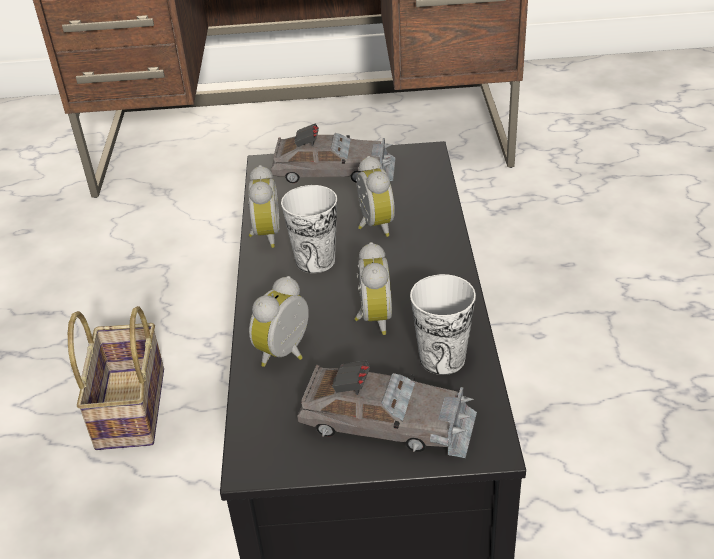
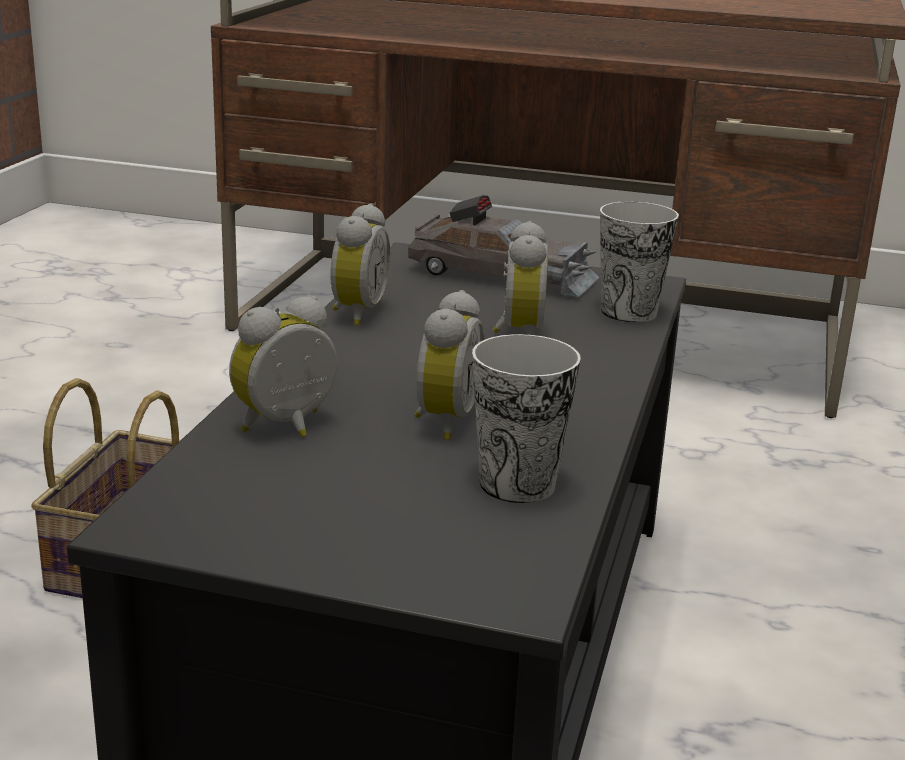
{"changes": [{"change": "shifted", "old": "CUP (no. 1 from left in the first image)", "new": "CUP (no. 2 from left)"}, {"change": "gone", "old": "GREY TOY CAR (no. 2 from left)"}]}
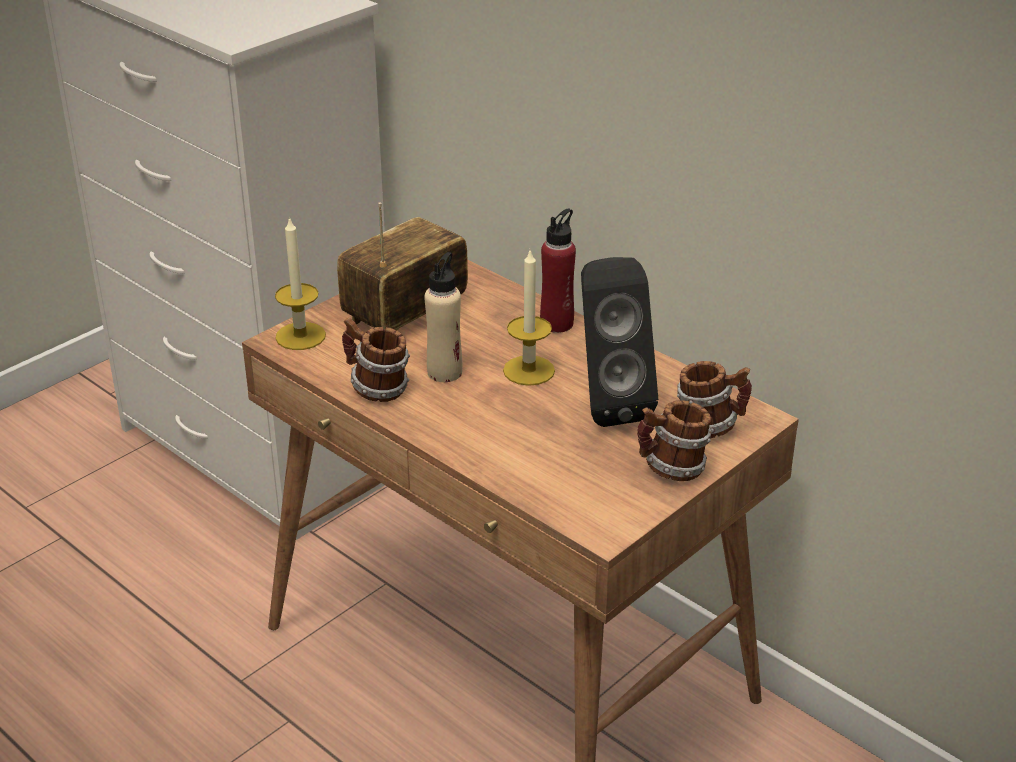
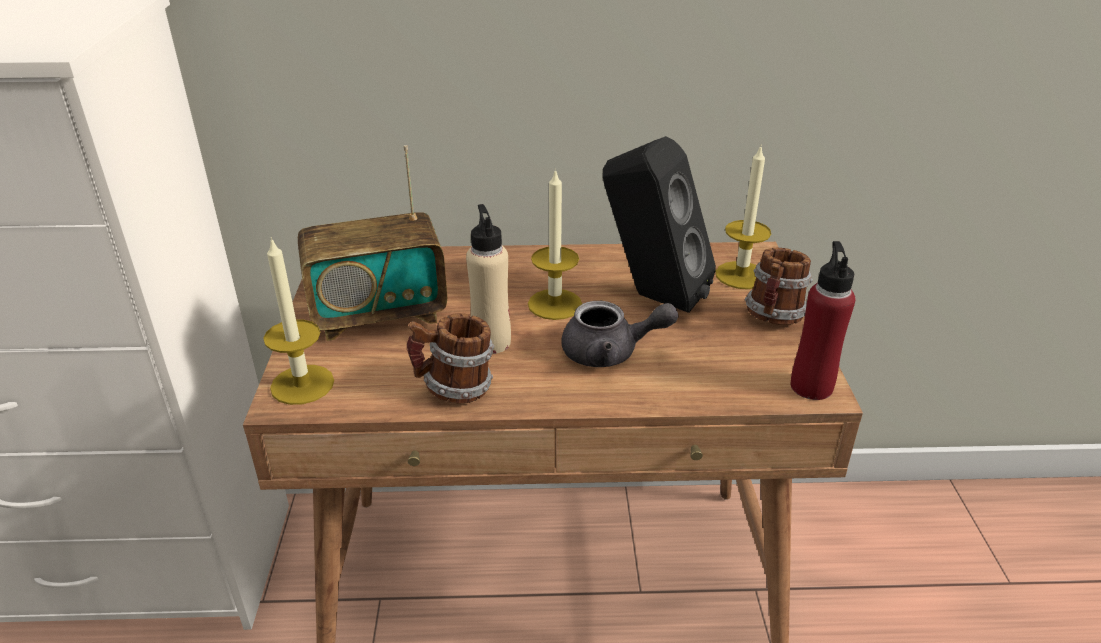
{"changes": [{"change": "rotated", "old": "RADIO", "degrees": -105}, {"change": "shifted", "old": "RED BOTTLE"}, {"change": "swapped", "old": "MUG (no. 3 from left)", "new": "CANDLE (no. 3 from left)"}, {"change": "new", "new": "GREY TEAPOT"}]}
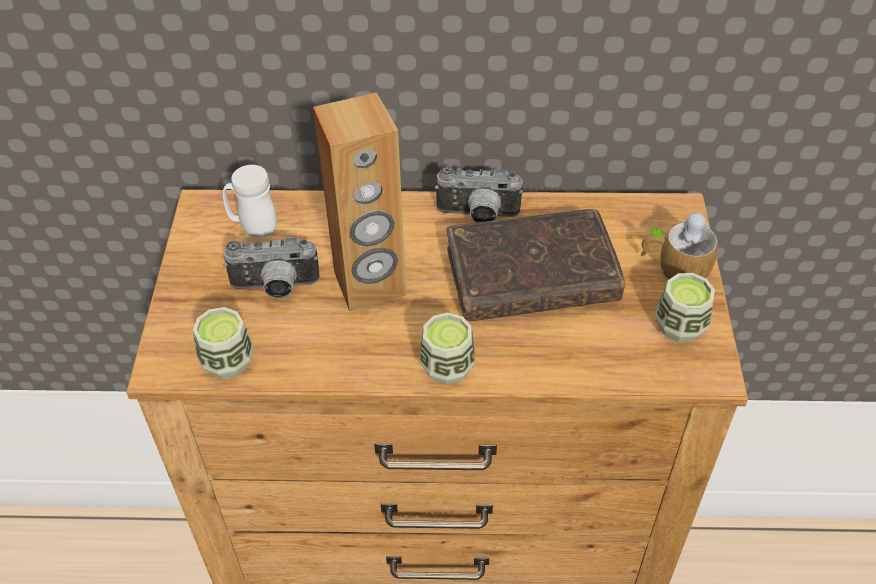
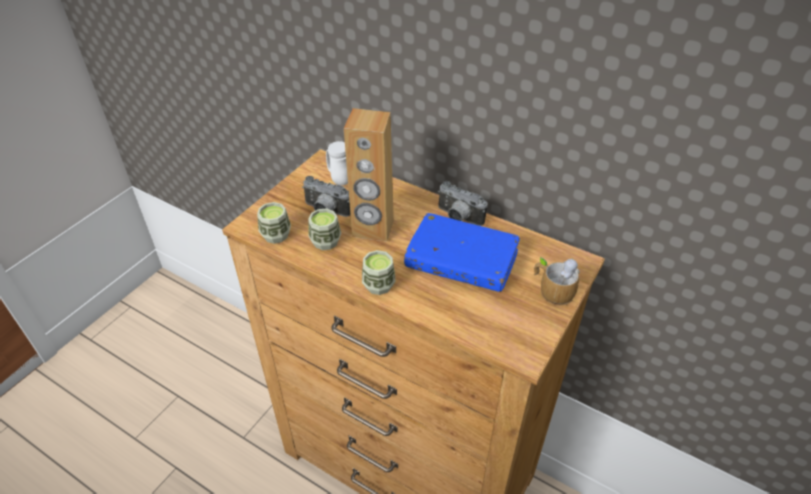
{"changes": [{"change": "repainted", "old": "BROWN BOOK", "new": "BLUE BOOK"}, {"change": "shifted", "old": "CUP (no. 3 from left in the first image)", "new": "CUP (no. 2 from left)"}]}
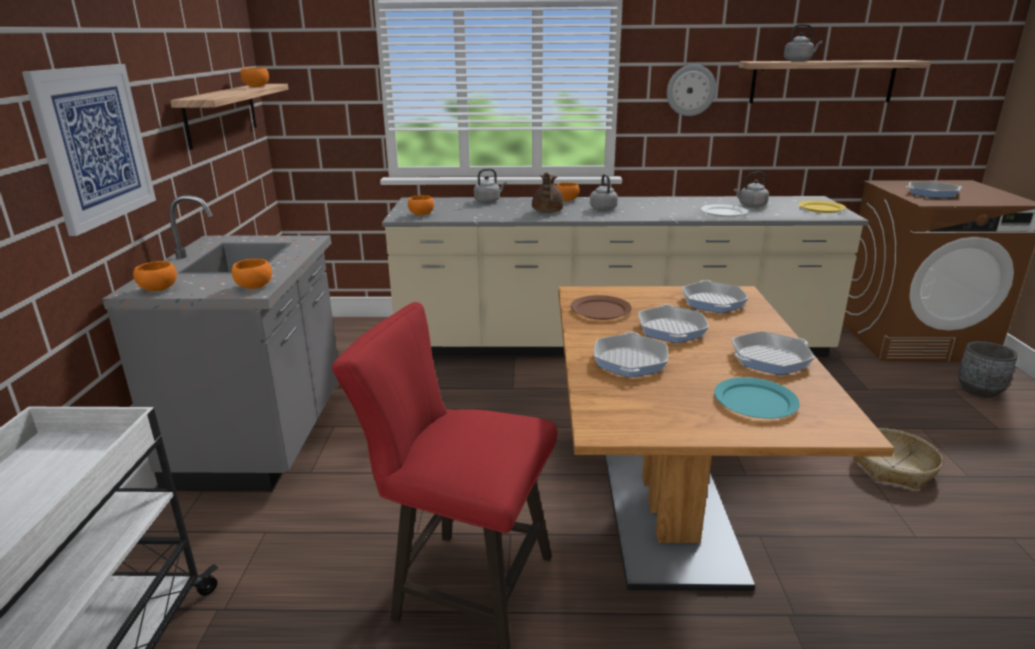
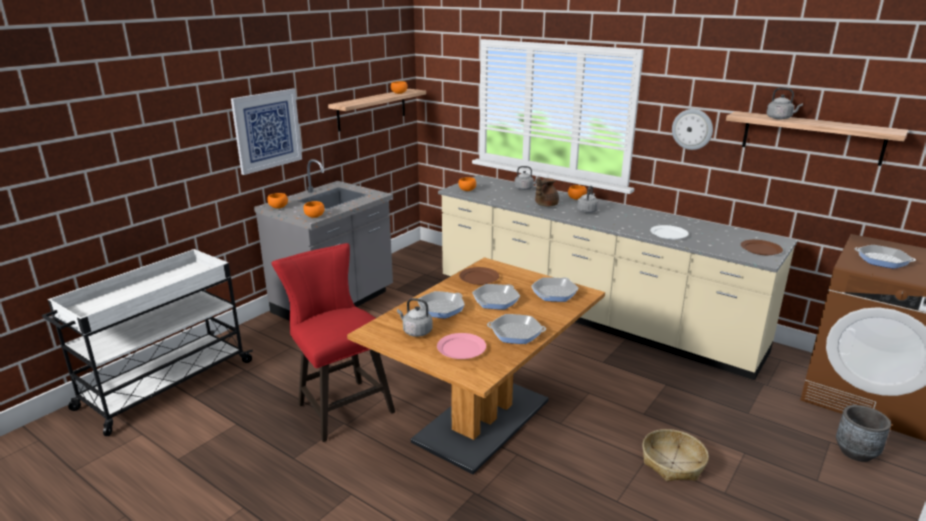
{"changes": [{"change": "repainted", "old": "TURQUOISE PLATE", "new": "PINK PLATE"}, {"change": "shifted", "old": "GREY KETTLE (no. 3 from left in the first image)", "new": "GREY KETTLE (no. 1 from left)"}, {"change": "repainted", "old": "YELLOW PLATE", "new": "BROWN PLATE (no. 2 from left)"}]}
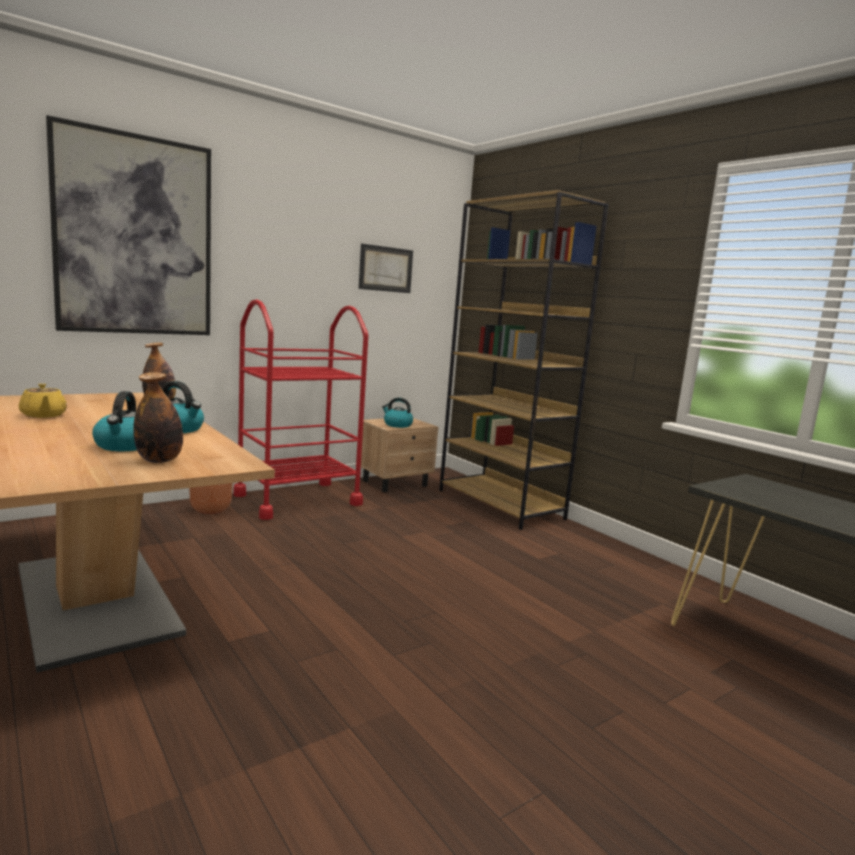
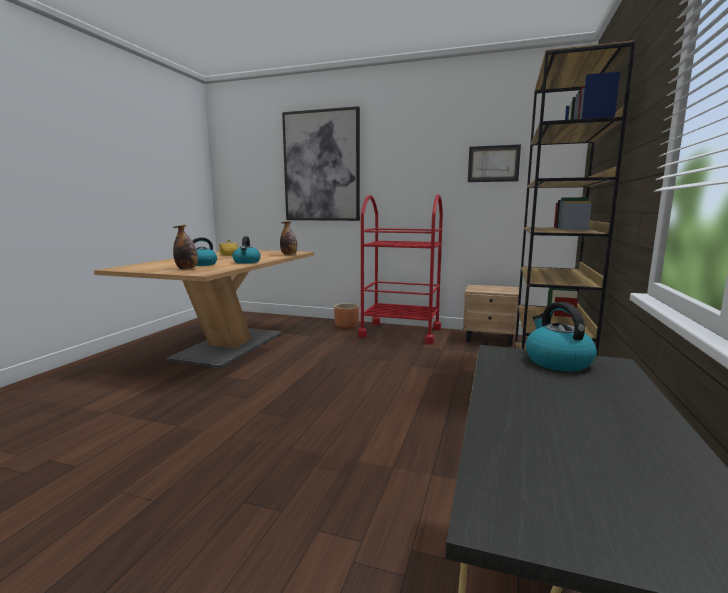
{"changes": [{"change": "shifted", "old": "KETTLE (no. 3 from left)"}]}
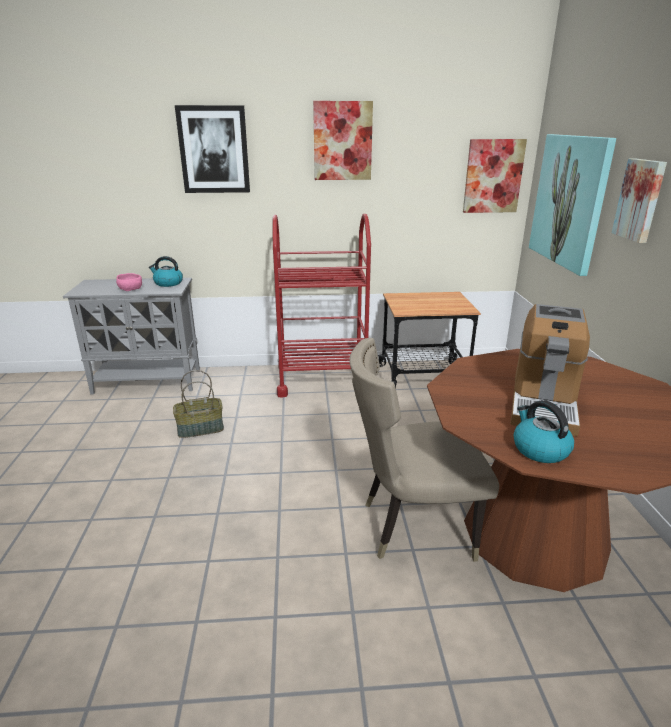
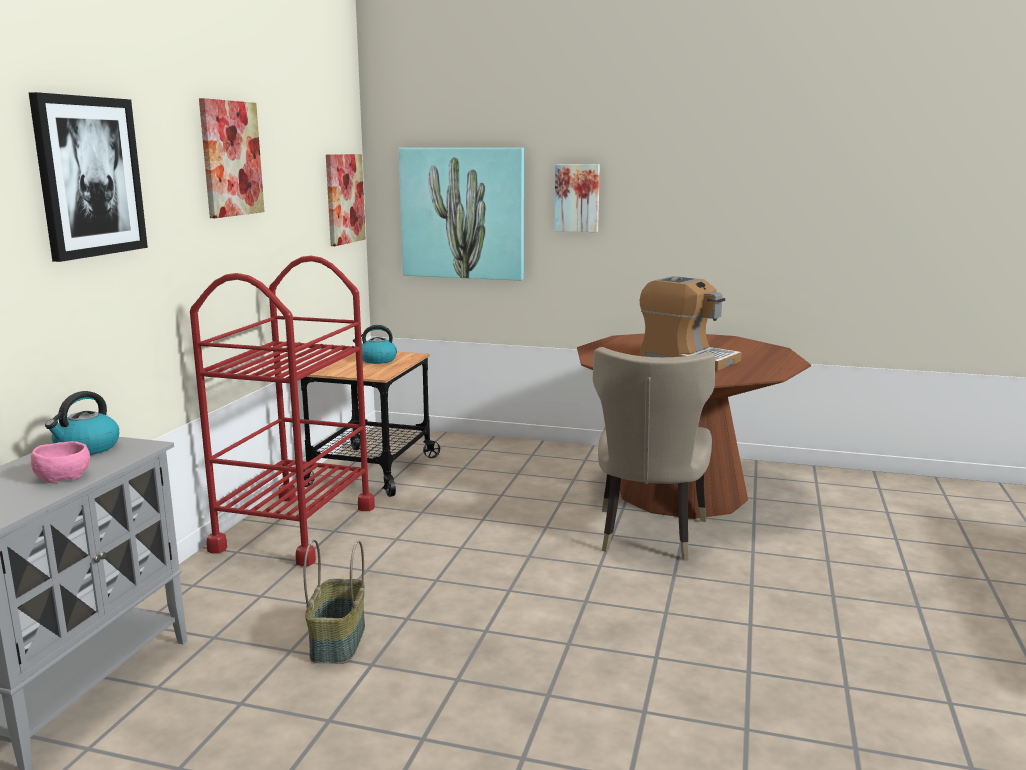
{"changes": [{"change": "shifted", "old": "KETTLE (no. 2 from left)"}]}
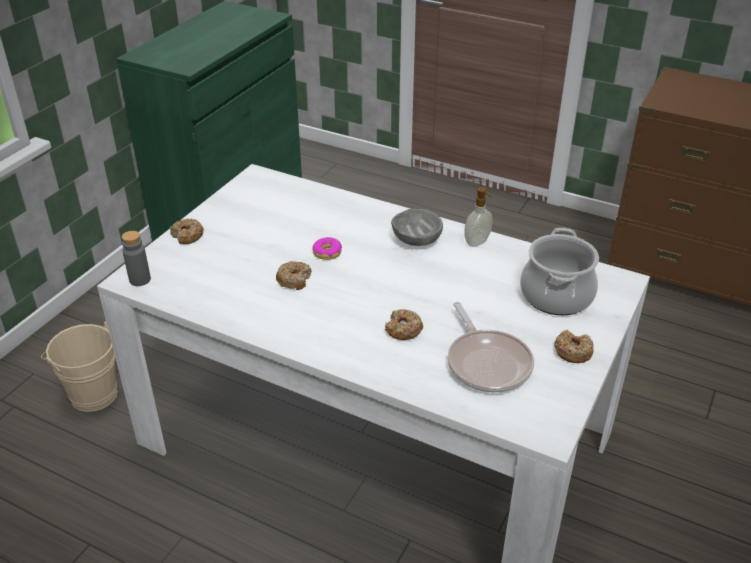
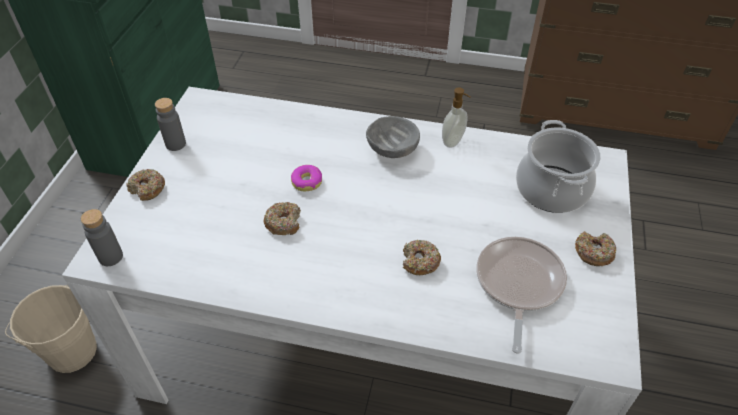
{"changes": [{"change": "rotated", "old": "FRYING PAN", "degrees": -135}, {"change": "new", "new": "GREY BOTTLE (no. 2 from left)"}]}
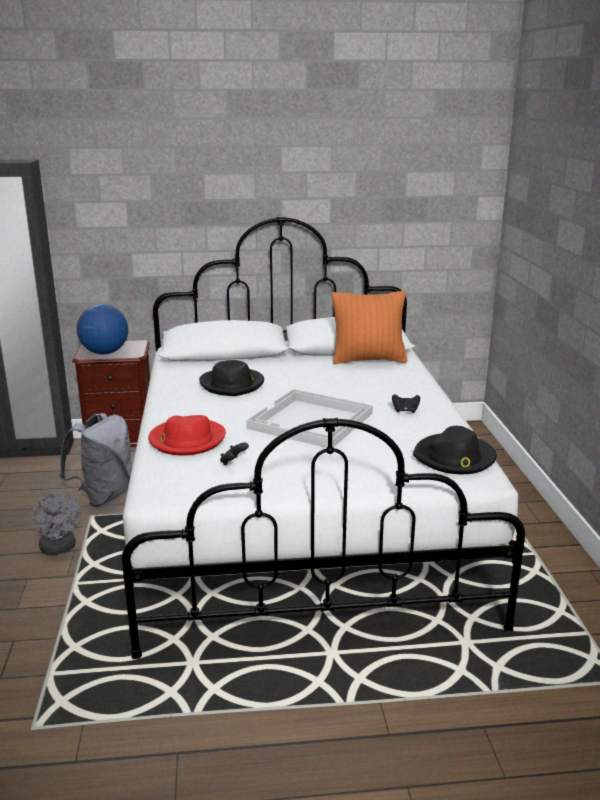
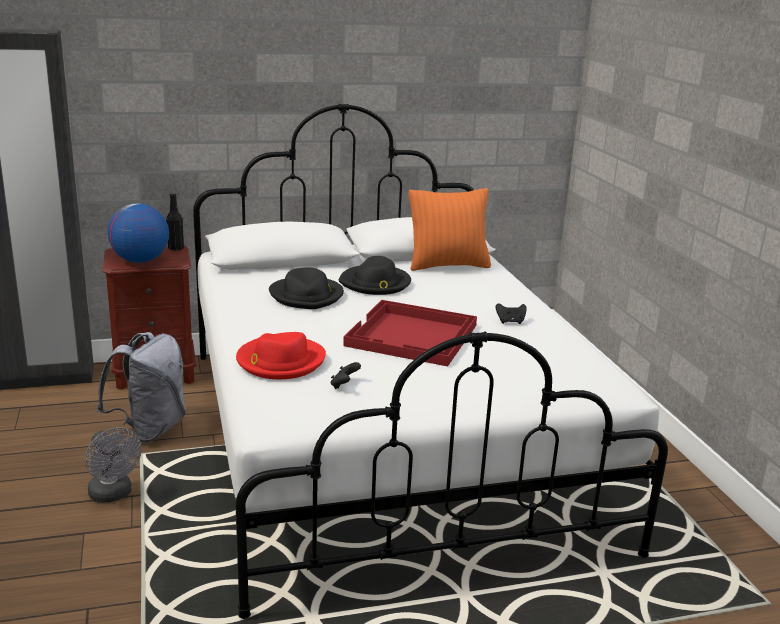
{"changes": [{"change": "repainted", "old": "WHITE TRAY", "new": "RED TRAY"}, {"change": "shifted", "old": "BLACK HAT (no. 2 from left)"}, {"change": "new", "new": "BLACK BOTTLE"}]}
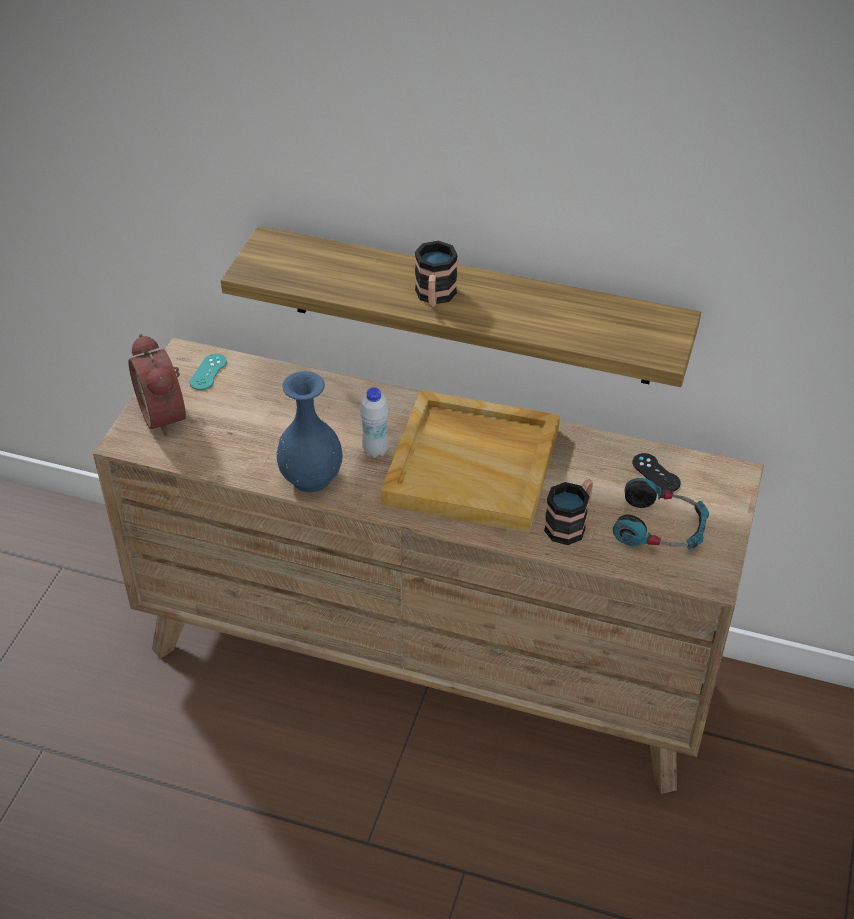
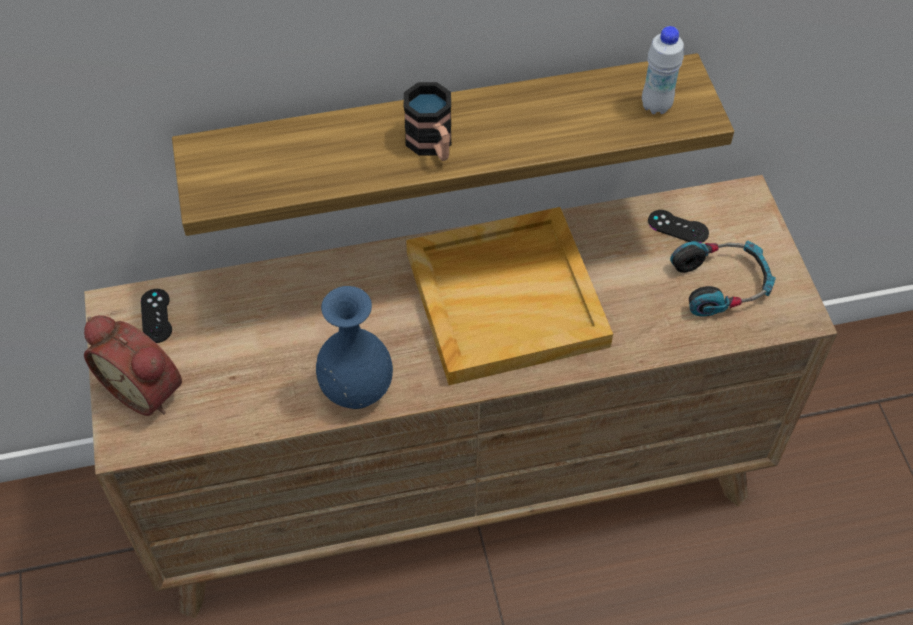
{"changes": [{"change": "repainted", "old": "TURQUOISE GAME CONTROLLER", "new": "BLACK GAME CONTROLLER (no. 1 from left)"}, {"change": "shifted", "old": "WHITE BOTTLE"}, {"change": "gone", "old": "MUG (no. 2 from left)"}]}
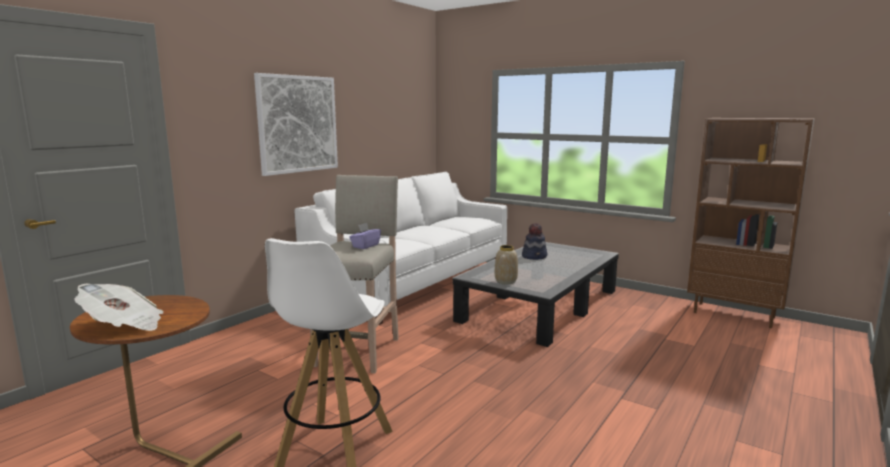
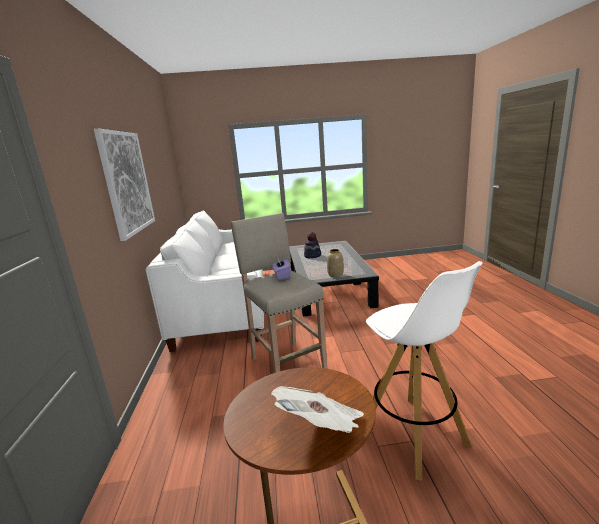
{"changes": [{"change": "gone", "old": "BROWN BOOKCASE"}]}
